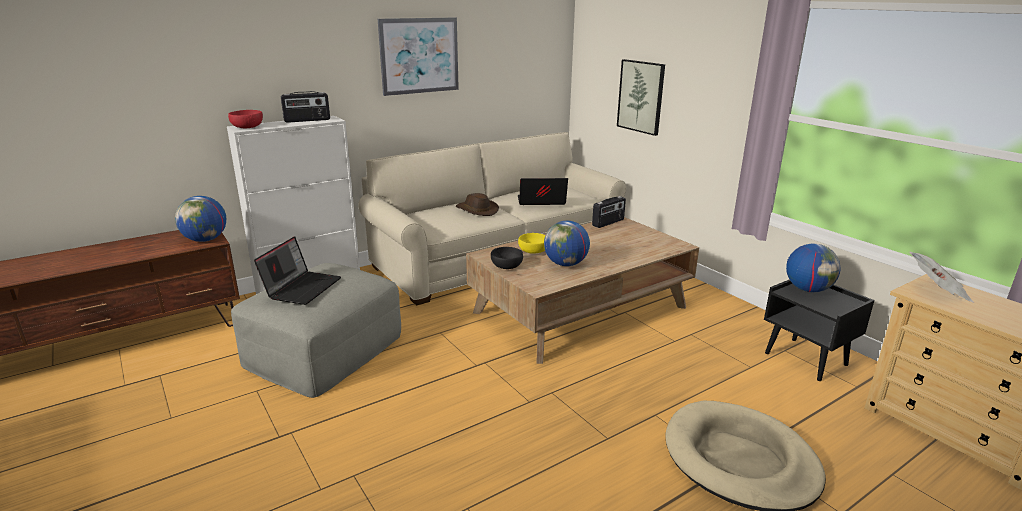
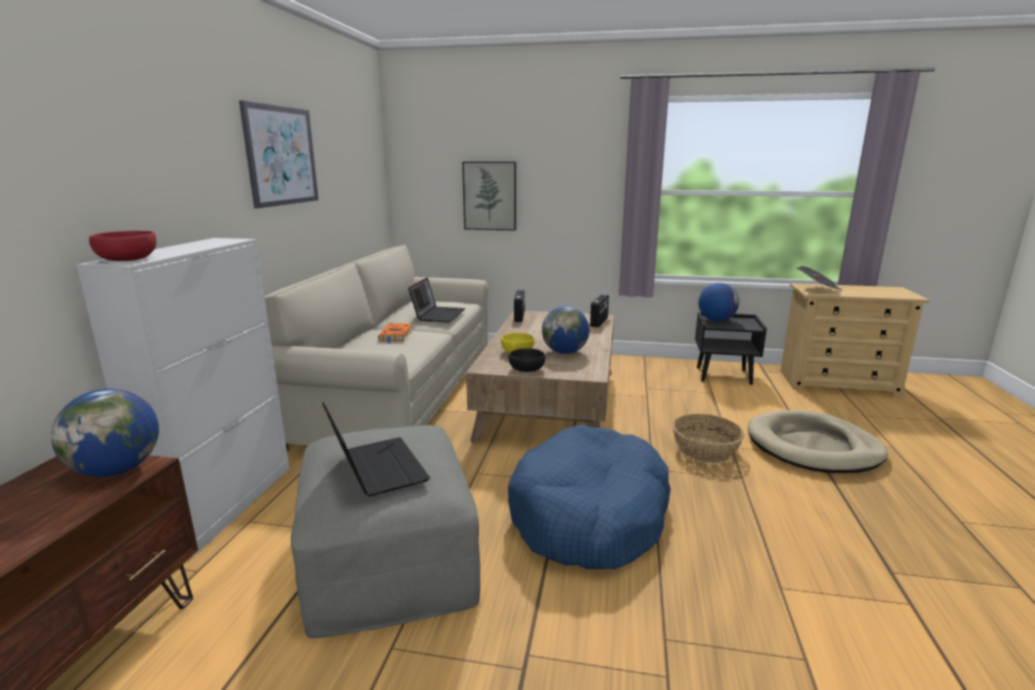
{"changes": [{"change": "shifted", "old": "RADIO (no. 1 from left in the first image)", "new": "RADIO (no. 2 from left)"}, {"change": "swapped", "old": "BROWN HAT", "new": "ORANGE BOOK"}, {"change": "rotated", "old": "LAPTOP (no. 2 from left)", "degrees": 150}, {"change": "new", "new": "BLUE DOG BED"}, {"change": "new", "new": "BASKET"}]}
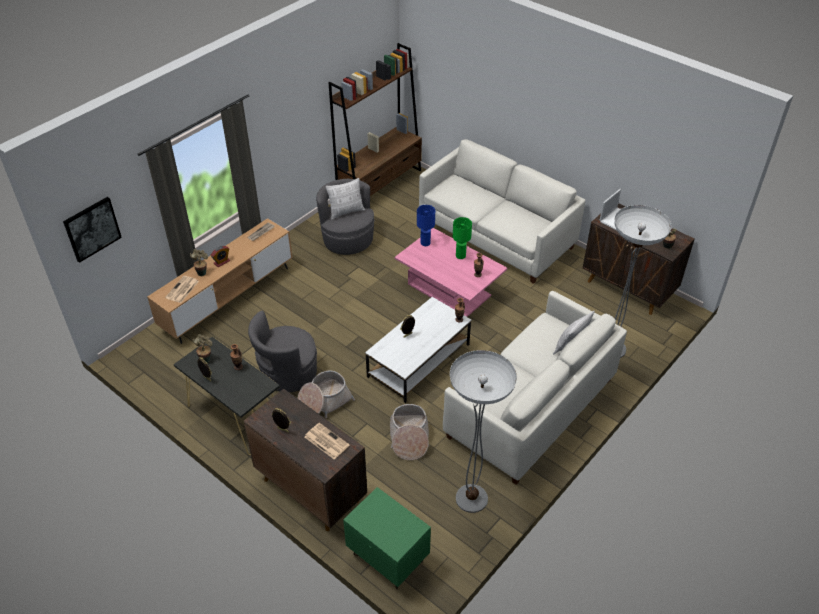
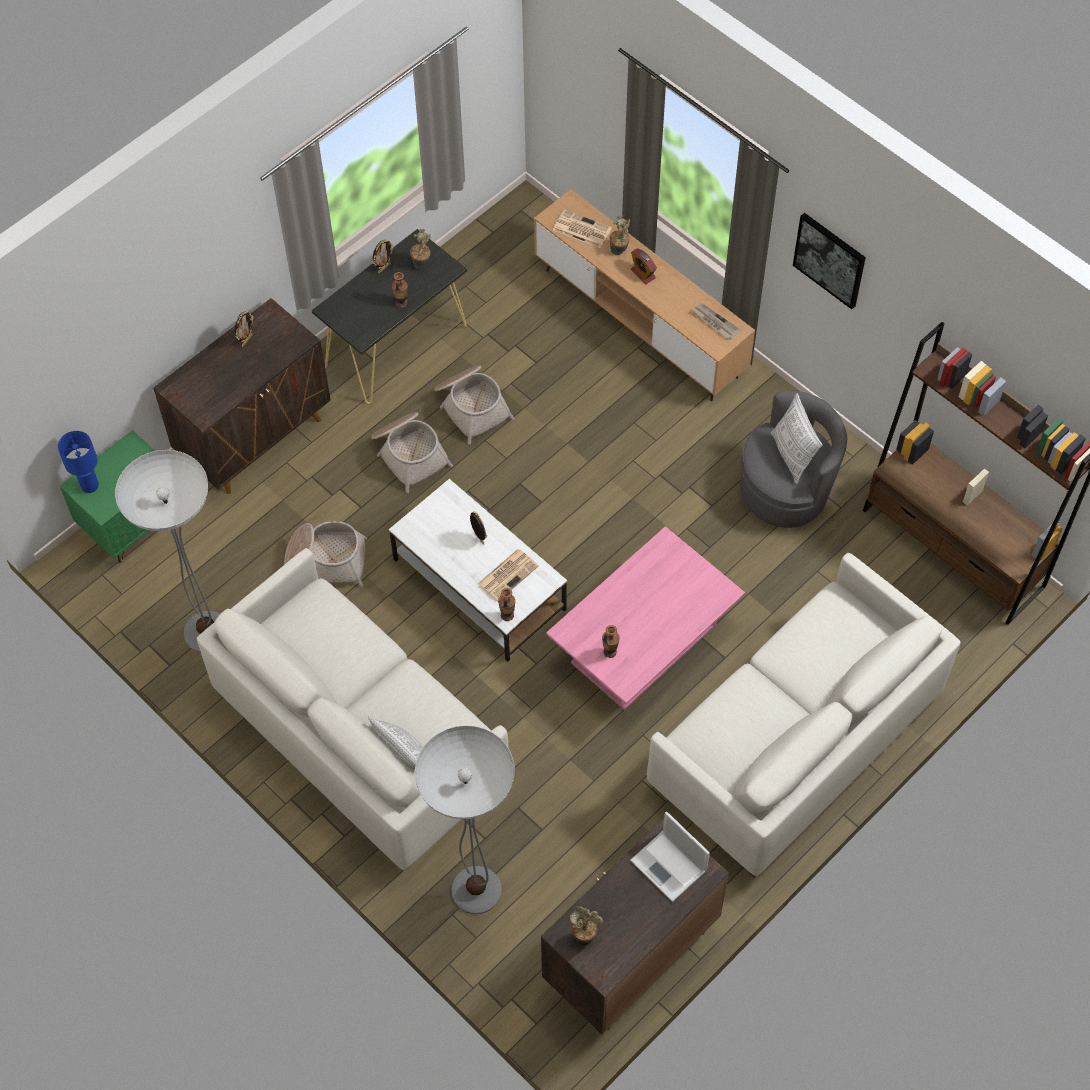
{"changes": [{"change": "shifted", "old": "PICTURE"}, {"change": "swapped", "old": "GREY ARMCHAIR (no. 1 from left)", "new": "BASKET (no. 3 from left)"}, {"change": "shifted", "old": "NEWSPAPER (no. 3 from left in the first image)", "new": "NEWSPAPER (no. 1 from left)"}, {"change": "shifted", "old": "BLUE TABLE LAMP"}, {"change": "gone", "old": "GREEN TABLE LAMP"}]}
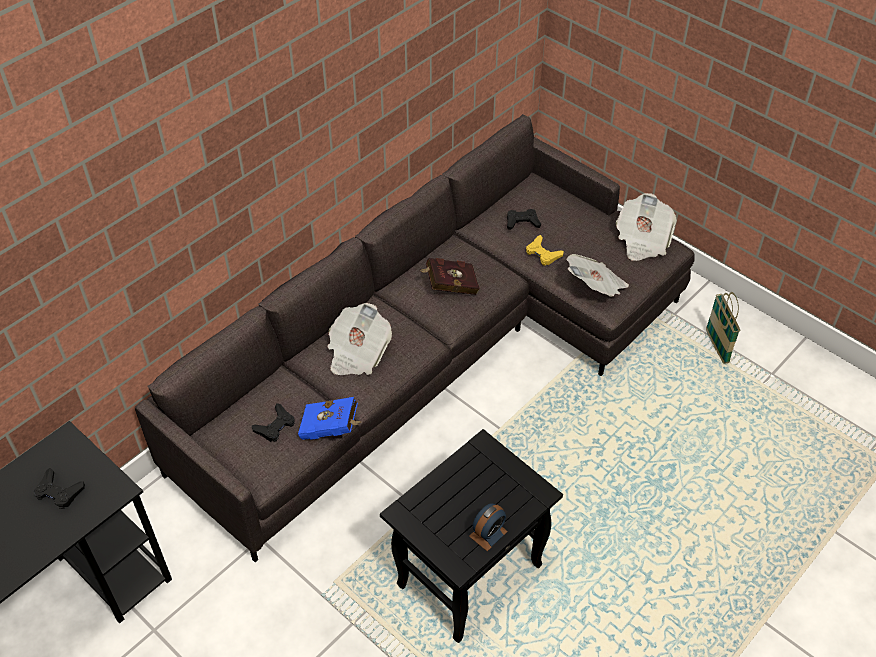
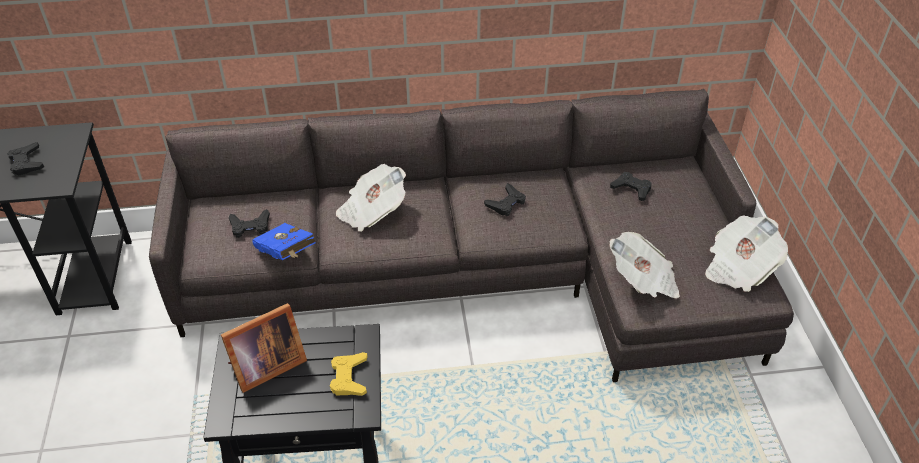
{"changes": [{"change": "swapped", "old": "RED BOOK", "new": "BLACK GAME CONTROLLER (no. 3 from left)"}, {"change": "gone", "old": "ALARM CLOCK"}, {"change": "shifted", "old": "YELLOW GAME CONTROLLER"}, {"change": "gone", "old": "BASKET"}, {"change": "new", "new": "PICTURE FRAME"}]}
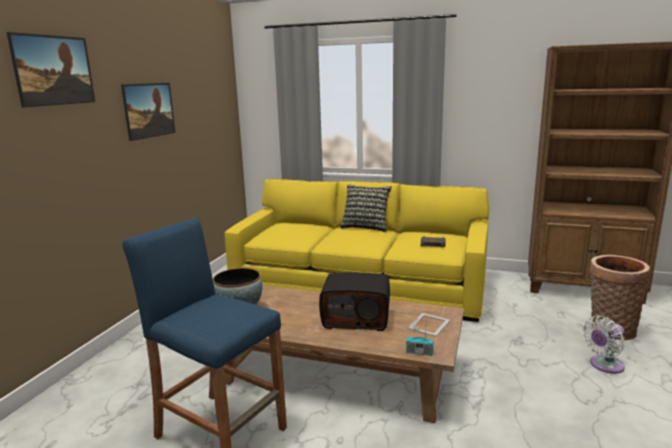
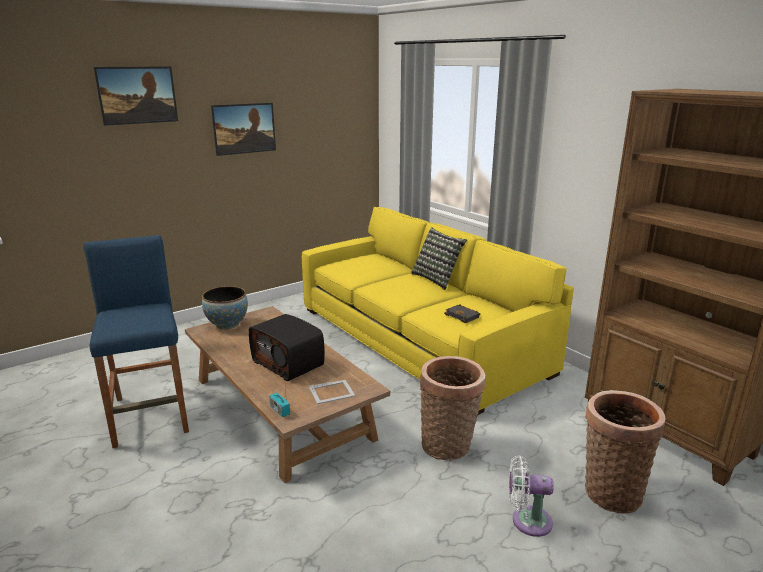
{"changes": [{"change": "new", "new": "BASKET (no. 1 from left)"}]}
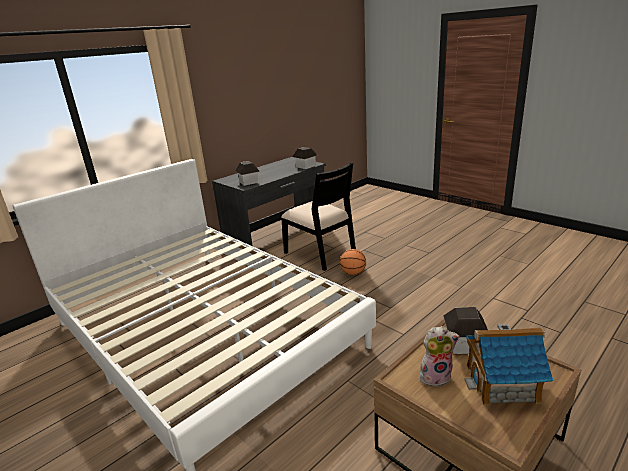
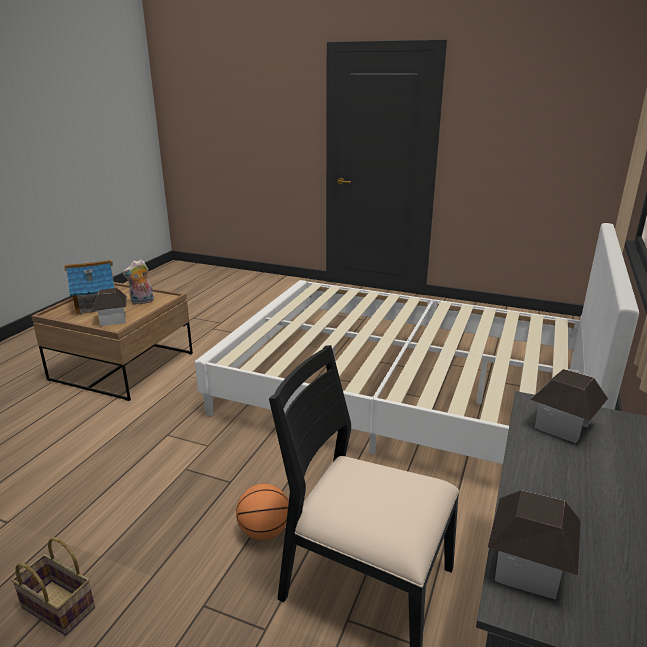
{"changes": [{"change": "new", "new": "BASKET"}]}
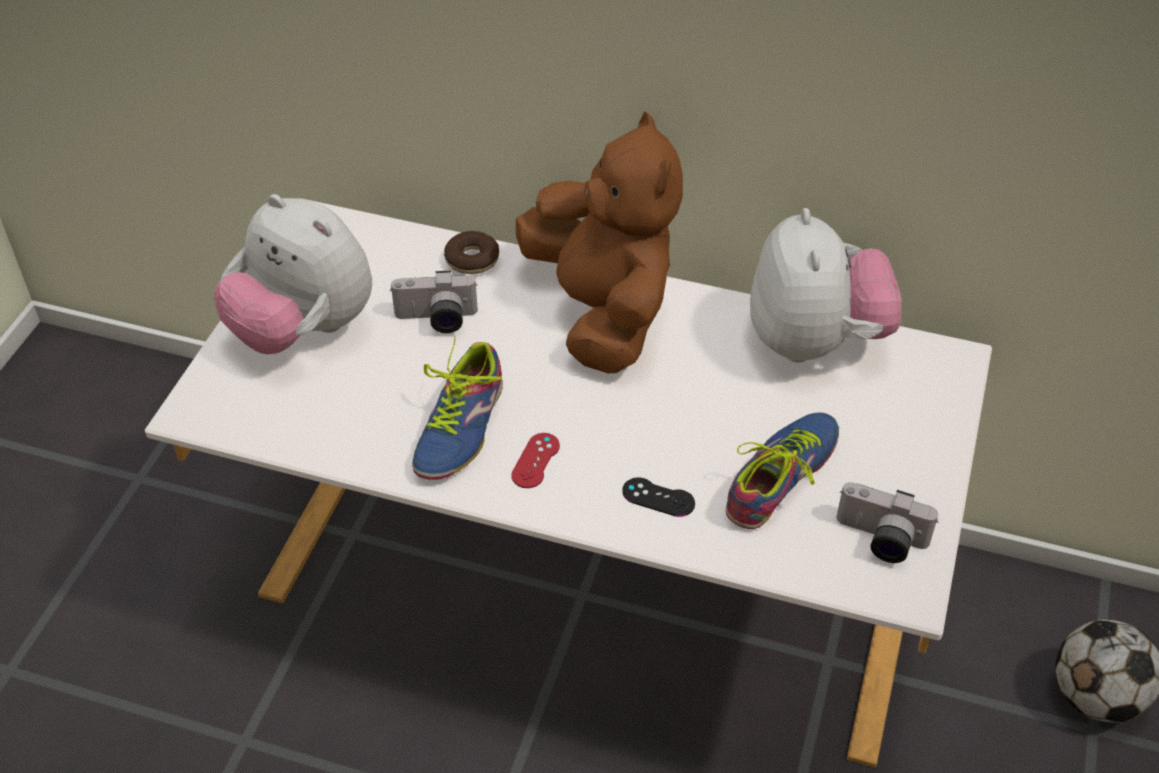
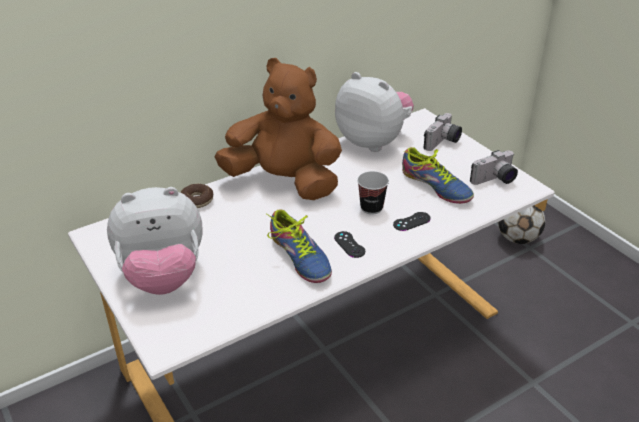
{"changes": [{"change": "shifted", "old": "PHOTO CAMERA (no. 1 from left)"}, {"change": "repainted", "old": "RED GAME CONTROLLER", "new": "BLACK GAME CONTROLLER (no. 1 from left)"}, {"change": "rotated", "old": "SHOE (no. 2 from left)", "degrees": 150}, {"change": "new", "new": "CUP"}]}
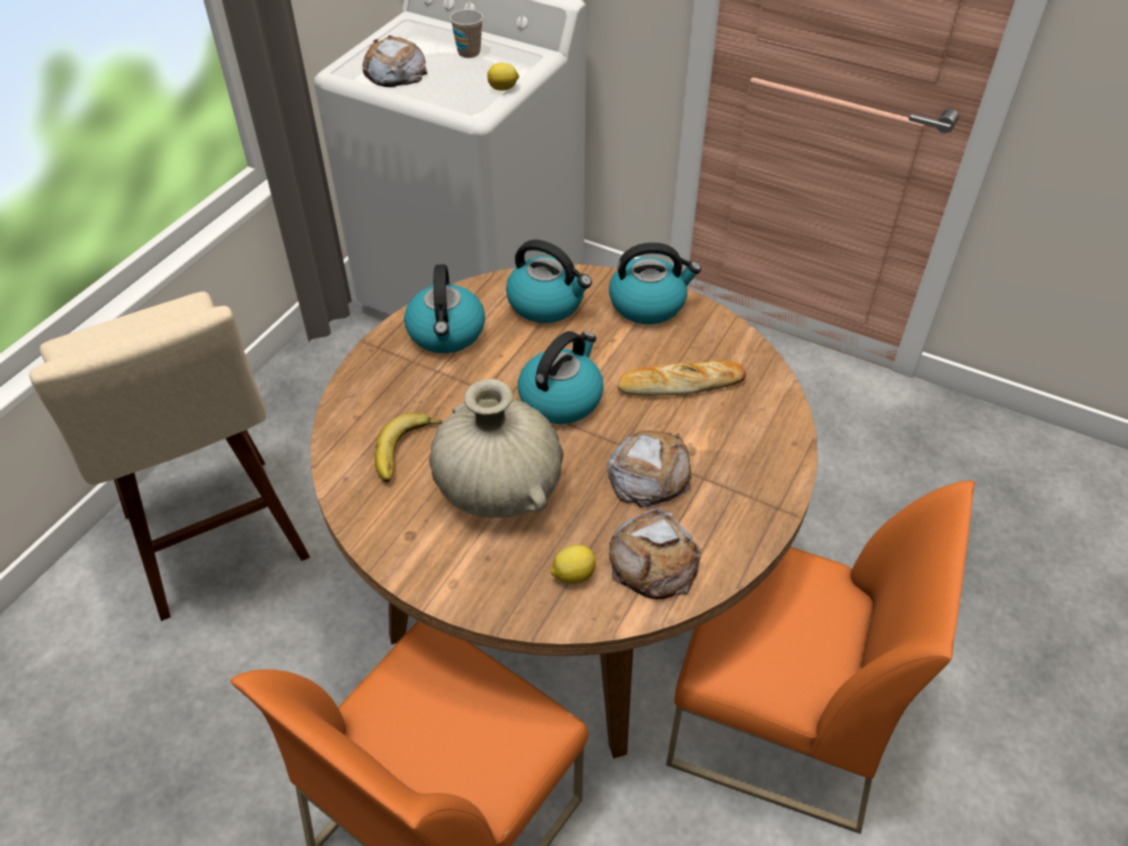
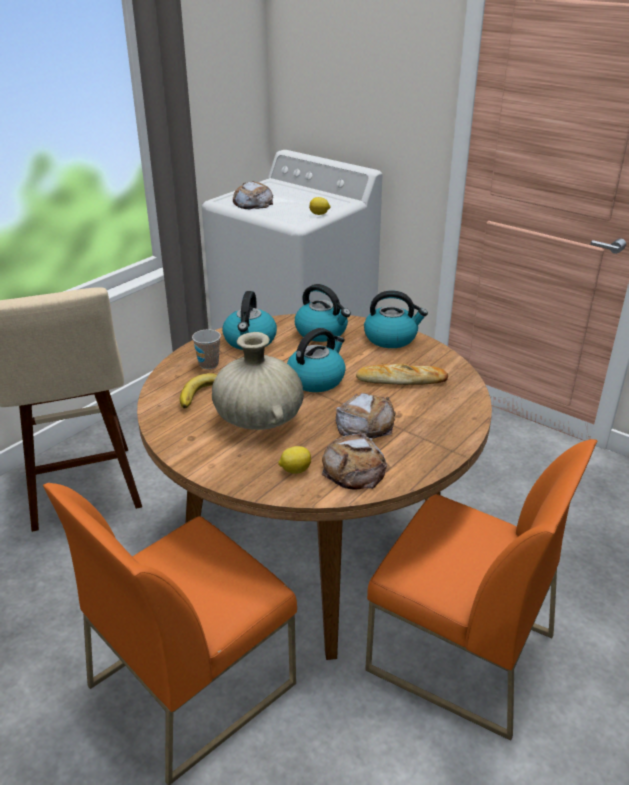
{"changes": [{"change": "shifted", "old": "CUP"}]}
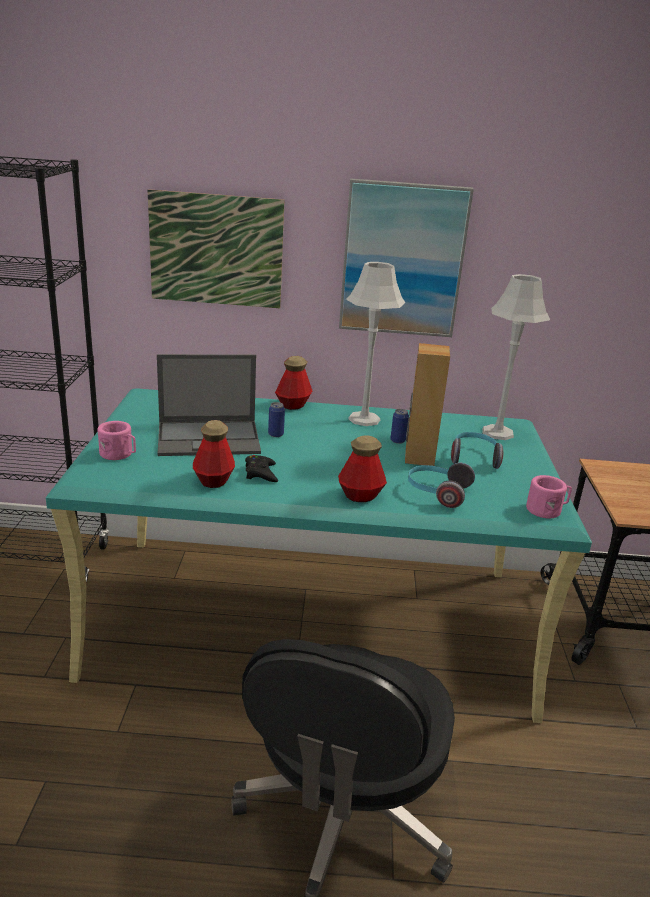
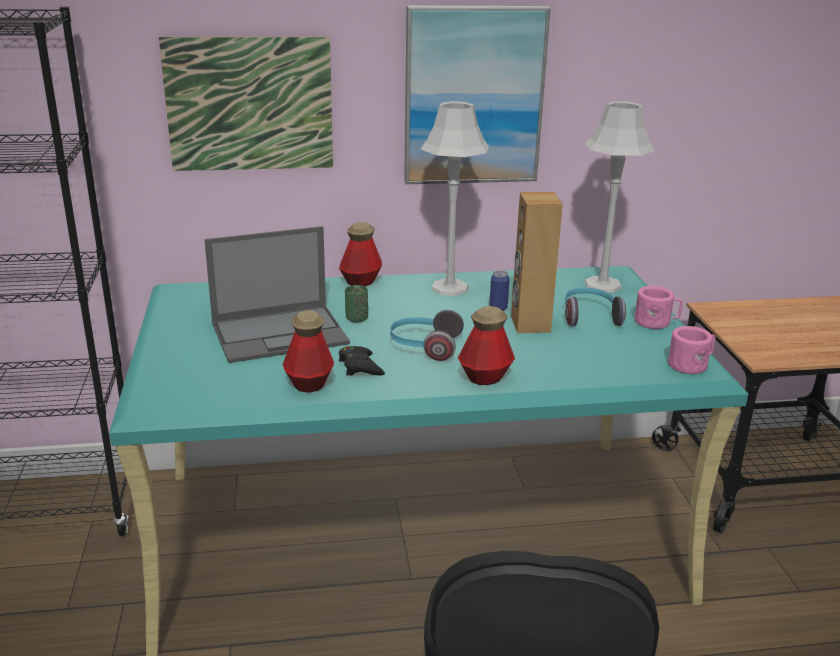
{"changes": [{"change": "shifted", "old": "PINK MUG (no. 1 from left)"}, {"change": "swapped", "old": "CAN (no. 1 from left)", "new": "GREEN CUP"}, {"change": "shifted", "old": "HEADPHONES (no. 1 from left)"}]}
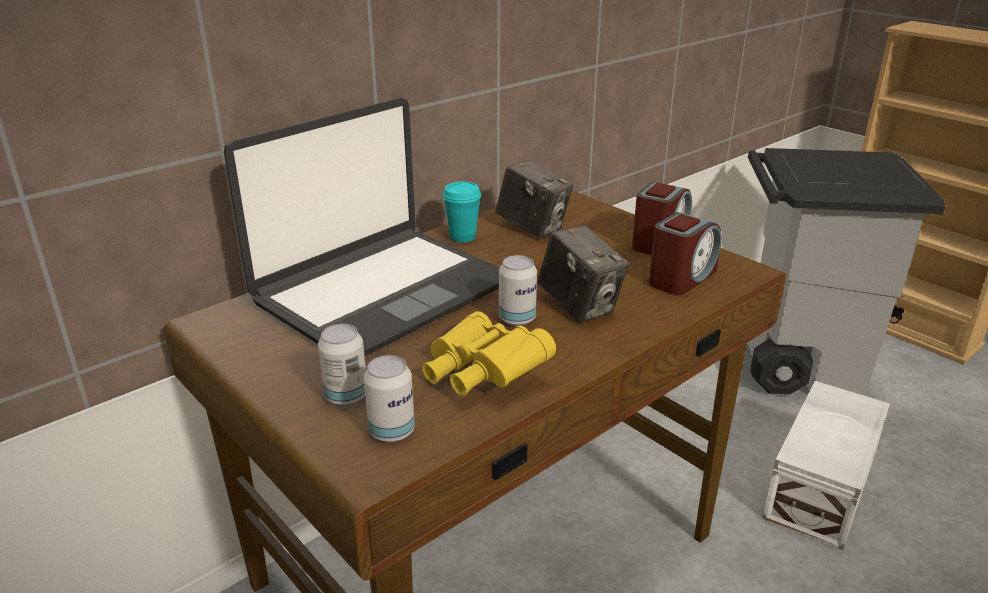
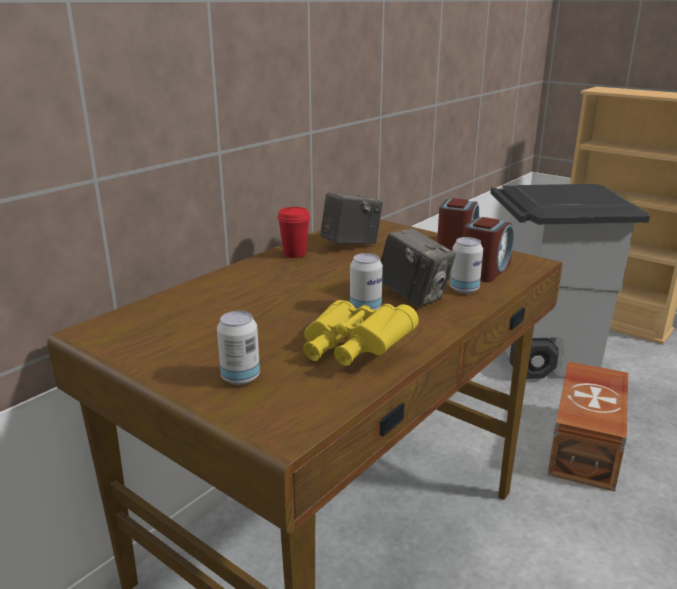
{"changes": [{"change": "gone", "old": "LAPTOP"}, {"change": "shifted", "old": "CAN (no. 2 from left in the first image)", "new": "CAN (no. 3 from left)"}, {"change": "repainted", "old": "TURQUOISE CUP", "new": "RED CUP"}, {"change": "rotated", "old": "PHOTO CAMERA (no. 1 from left)", "degrees": -60}, {"change": "repainted", "old": "WHITE STORAGE BOX", "new": "BROWN STORAGE BOX"}]}
